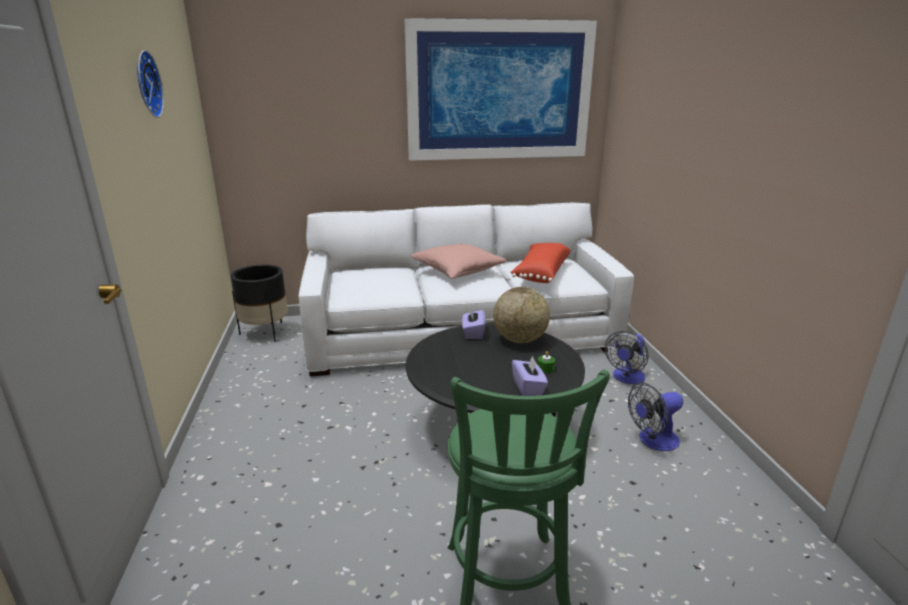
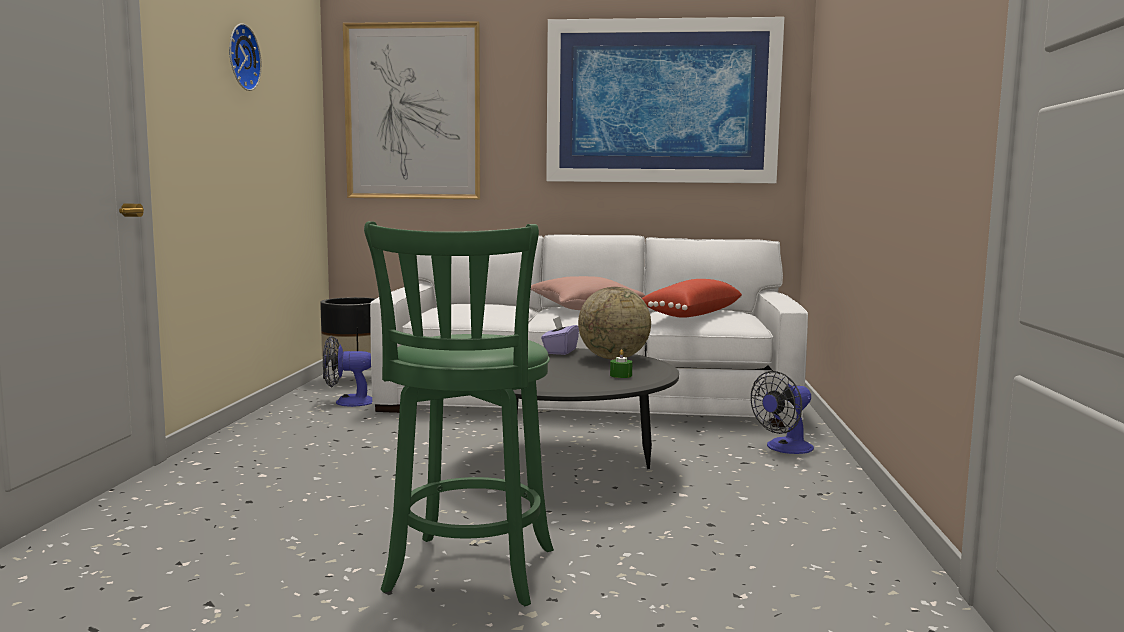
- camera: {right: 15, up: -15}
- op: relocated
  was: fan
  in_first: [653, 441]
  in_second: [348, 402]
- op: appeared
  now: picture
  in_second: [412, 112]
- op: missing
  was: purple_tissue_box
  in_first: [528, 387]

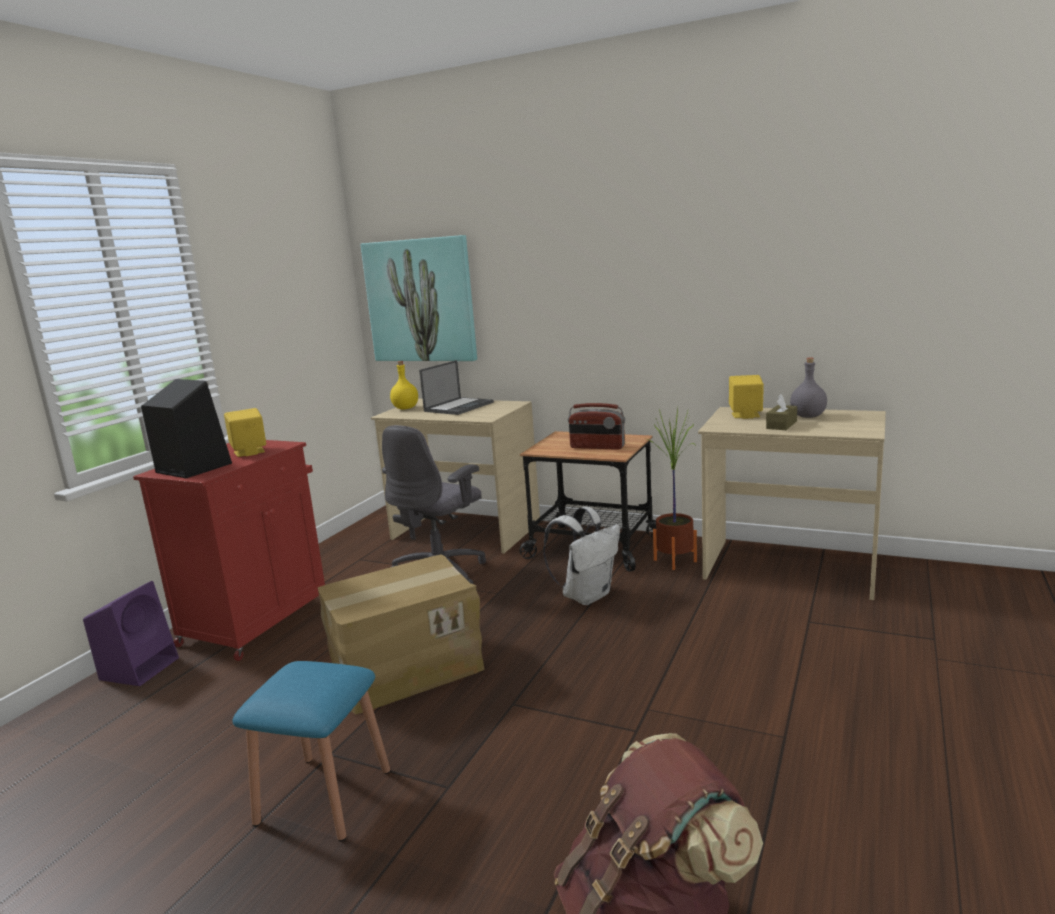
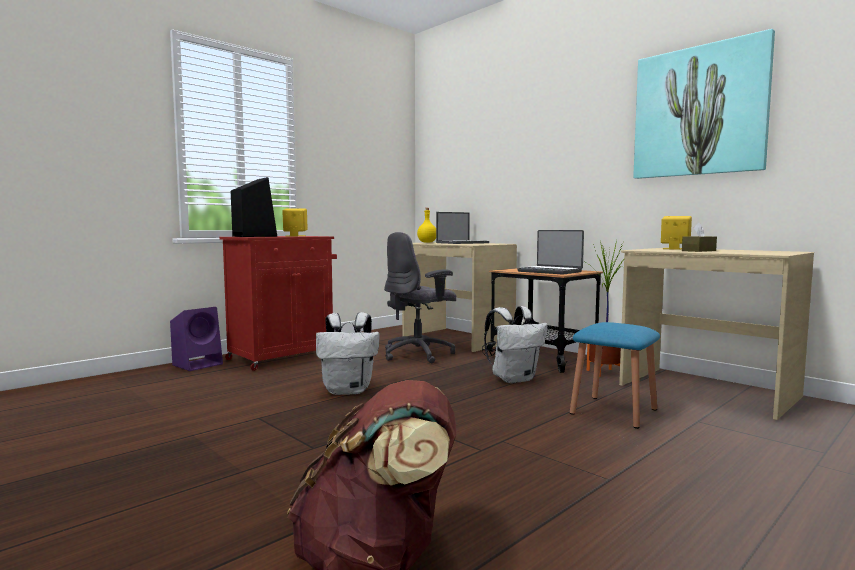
- camera: {right: 20, up: -10}
- op: exchanged
  was: cardboard_box
  now: white_backpack
  in_first: [406, 668]
  in_second: [348, 390]
- op: exchanged
  was: radio
  now: laptop
  in_first: [597, 447]
  in_second: [550, 271]
- op: relocated
  was: blue_stool
  in_first: [324, 796]
  in_second: [613, 411]
- op: relocated
  was: picture
  in_first: [420, 300]
  in_second: [699, 111]
- op: missing
  was: grey_bottle
  in_first: [808, 416]

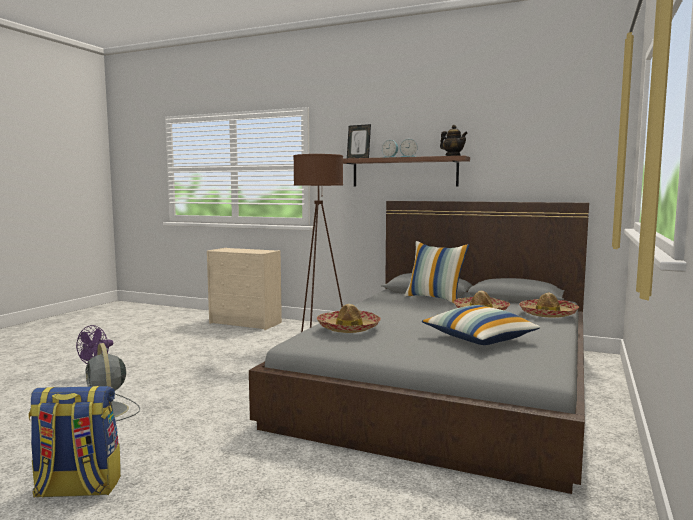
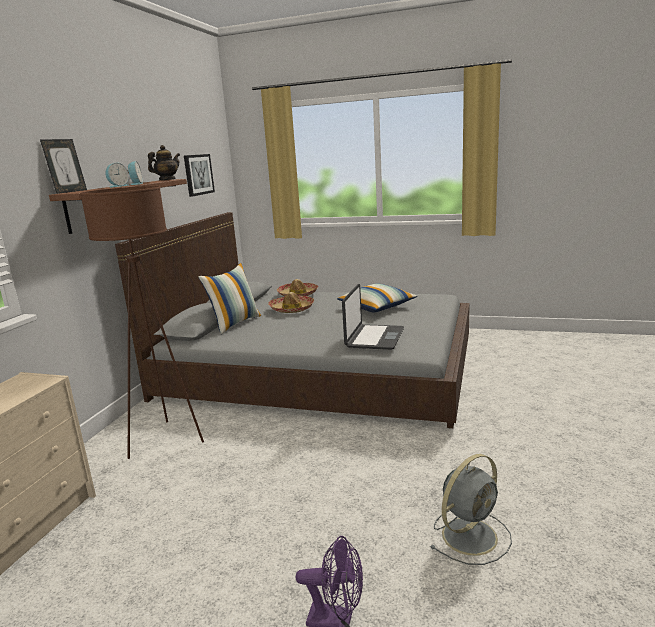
- camera: {right: -95, up: 10}
- op: appeared
  now: picture
  in_second: [198, 174]
- op: exchanged
  was: hat
  now: laptop
  in_first: [348, 328]
  in_second: [374, 338]
- op: missing
  was: backpack
  in_first: [77, 489]

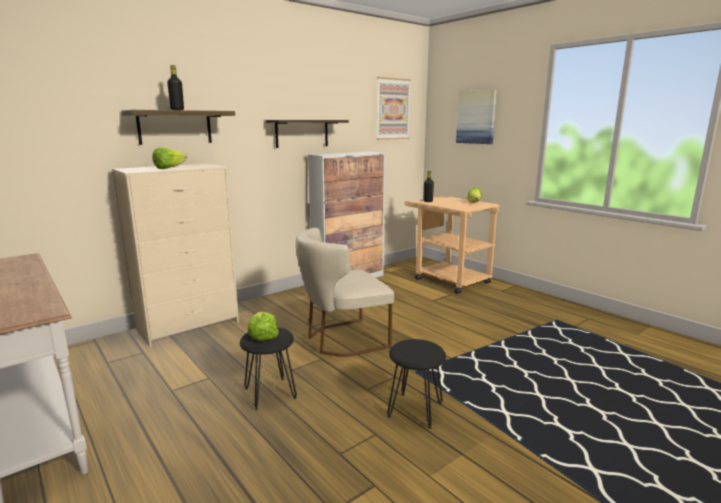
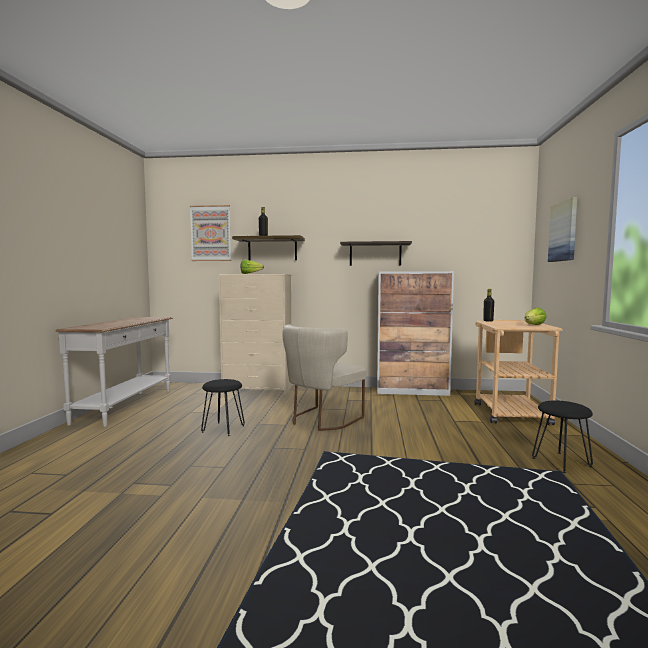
- camera: {right: 45, up: -10}
- op: relocated
  was: picture
  in_first: [393, 109]
  in_second: [211, 233]
- op: spun
  was: beige_chair
  in_first: [342, 340]
  in_second: [321, 420]
  clockwise: -75
- op: relocated
  was: black_stool
  in_first: [415, 410]
  in_second: [561, 462]
- op: missing
  was: lettuce
  in_first: [263, 336]

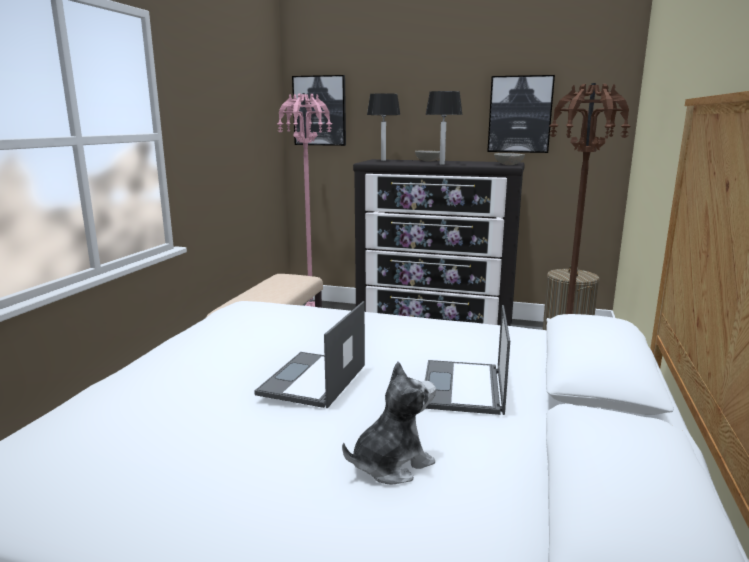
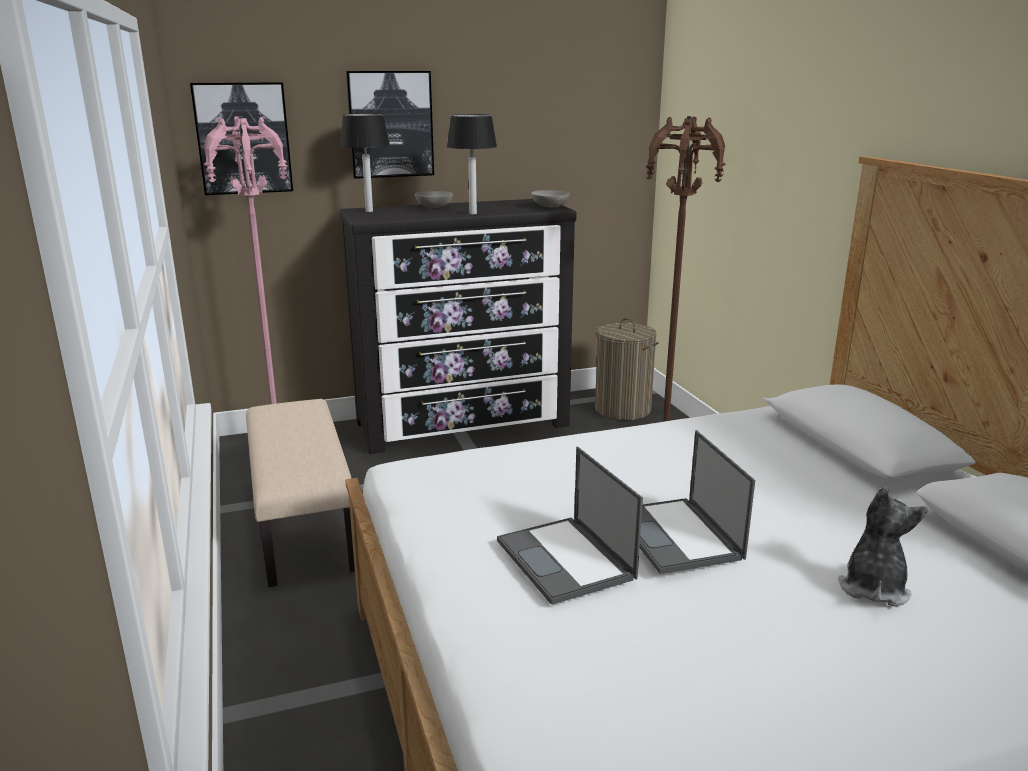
- camera: {right: -35, up: 5}
- op: relocated
  was: picture
  in_first: [520, 114]
  in_second: [390, 124]
- op: relocated
  was: laptop
  in_first: [463, 388]
  in_second: [566, 560]

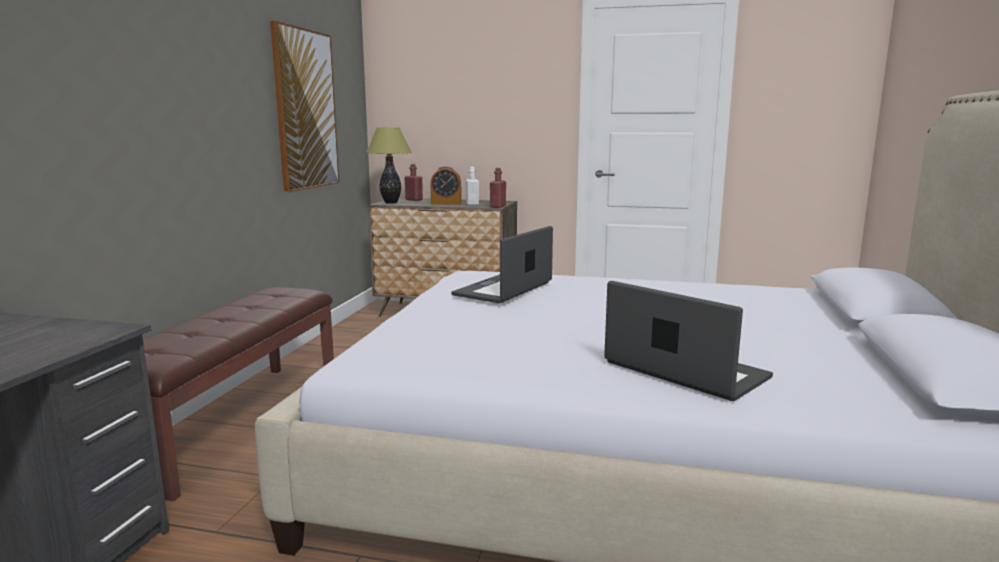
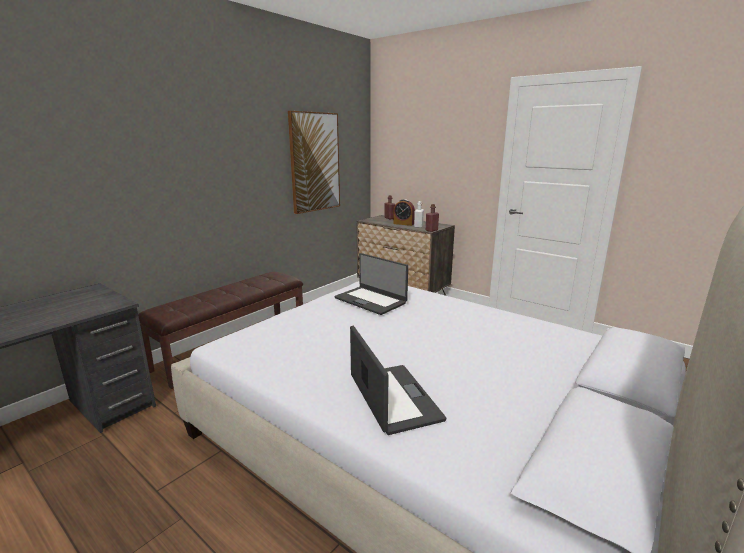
- camera: {right: 25, up: 5}
- op: spun
  was: laptop
  in_first: [504, 289]
  in_second: [371, 300]
  clockwise: -105
- op: missing
  was: table_lamp
  in_first: [391, 203]

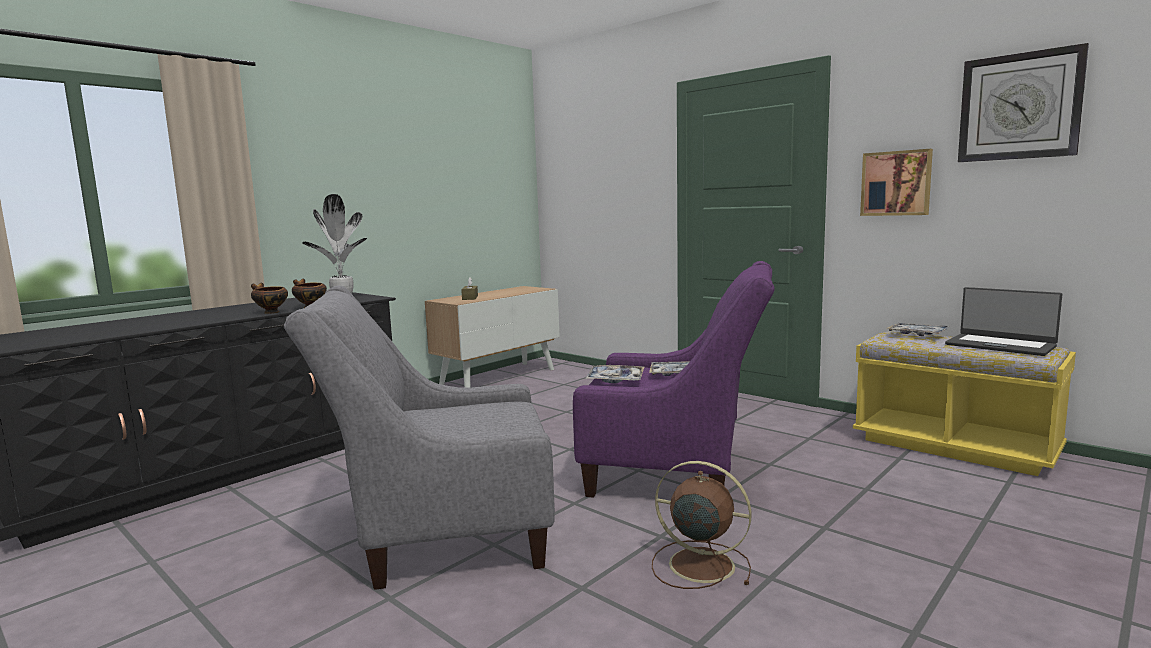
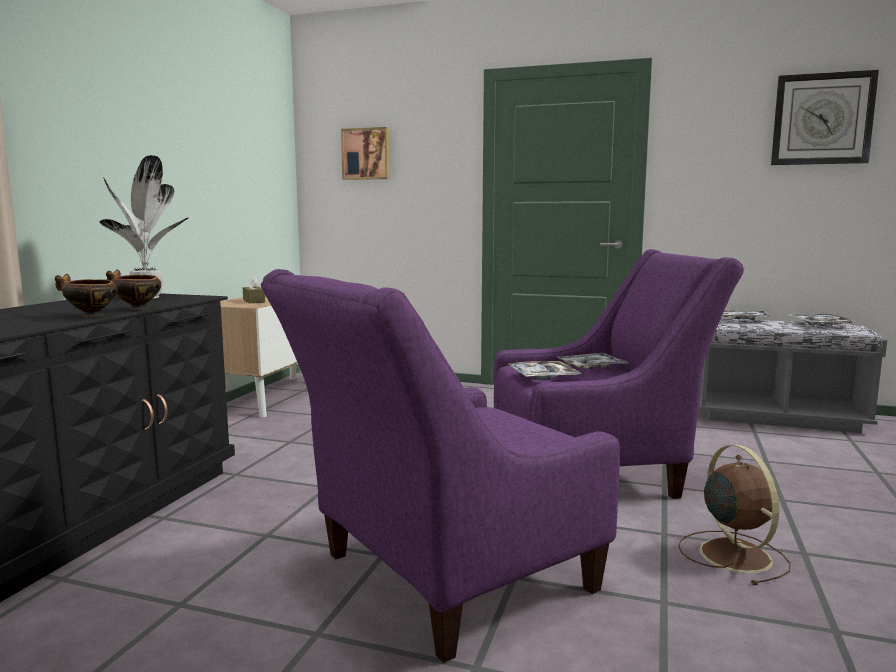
- camera: {right: -25, up: 0}
- op: colour
  was: grey_armchair
  now: purple_armchair
  in_first: [441, 534]
  in_second: [440, 578]
- op: relocated
  was: picture
  in_first: [896, 183]
  in_second: [366, 154]
- op: spun
  was: brown_fan
  in_first: [698, 564]
  in_second: [733, 554]
  clockwise: 75
- op: colour
  was: yellow_bench
  now: grey_bench
  in_first: [954, 446]
  in_second: [778, 417]
- op: exchanged
  was: laptop
  now: tray
  in_first: [1000, 345]
  in_second: [819, 324]

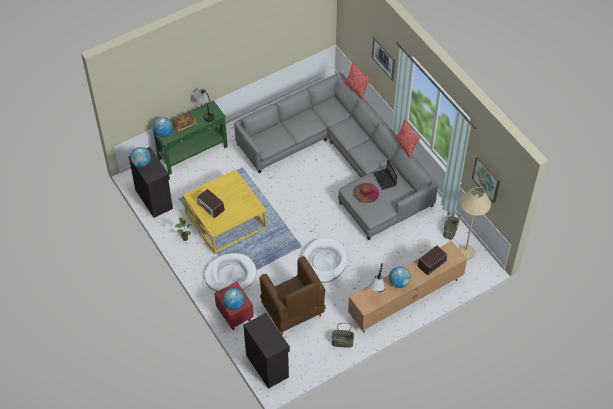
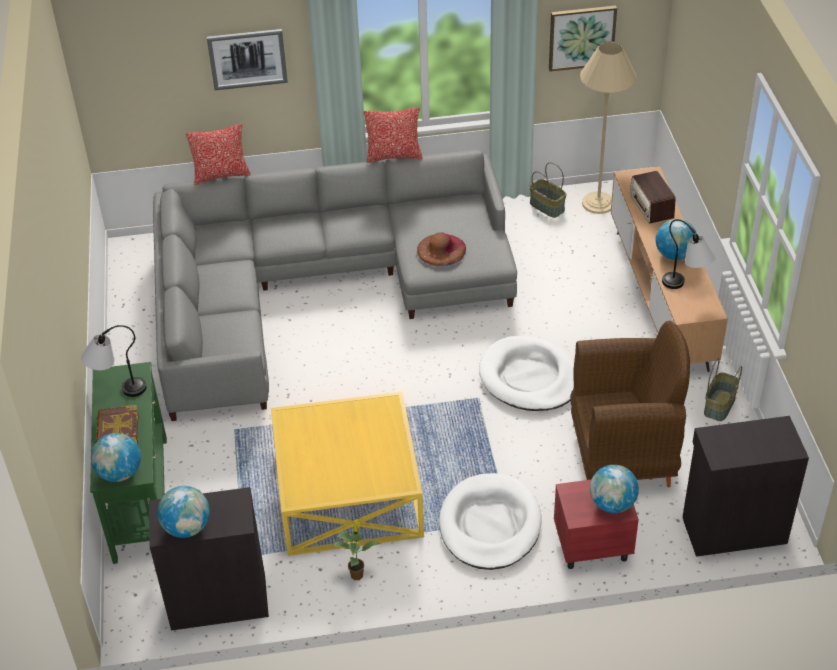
- camera: {right: -65, up: -10}
- op: missing
  was: radio
  in_first: [211, 207]
- op: missing
  was: laptop
  in_first: [385, 180]

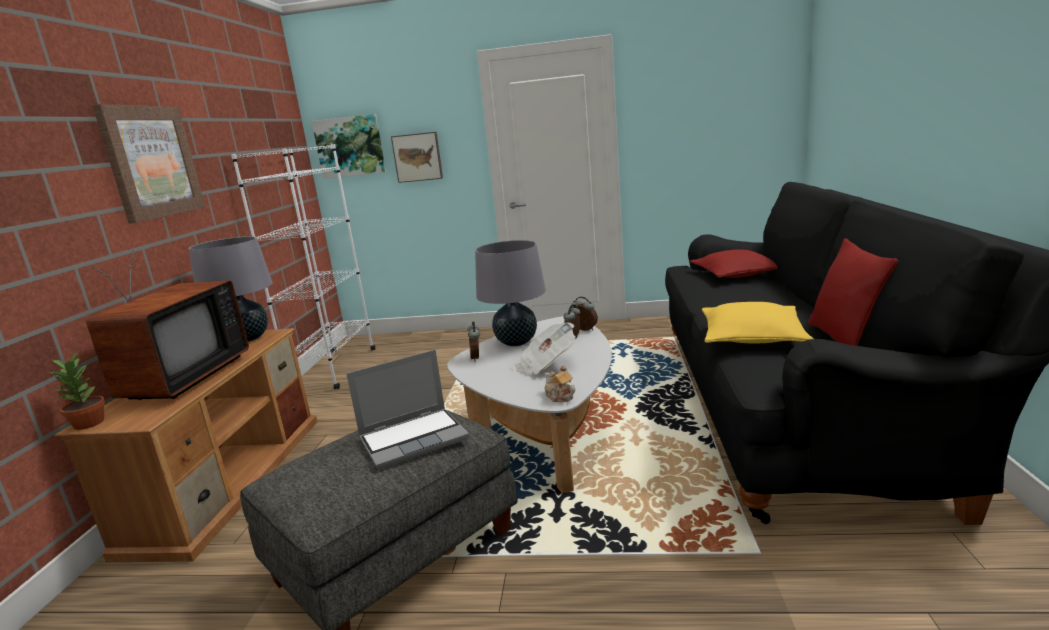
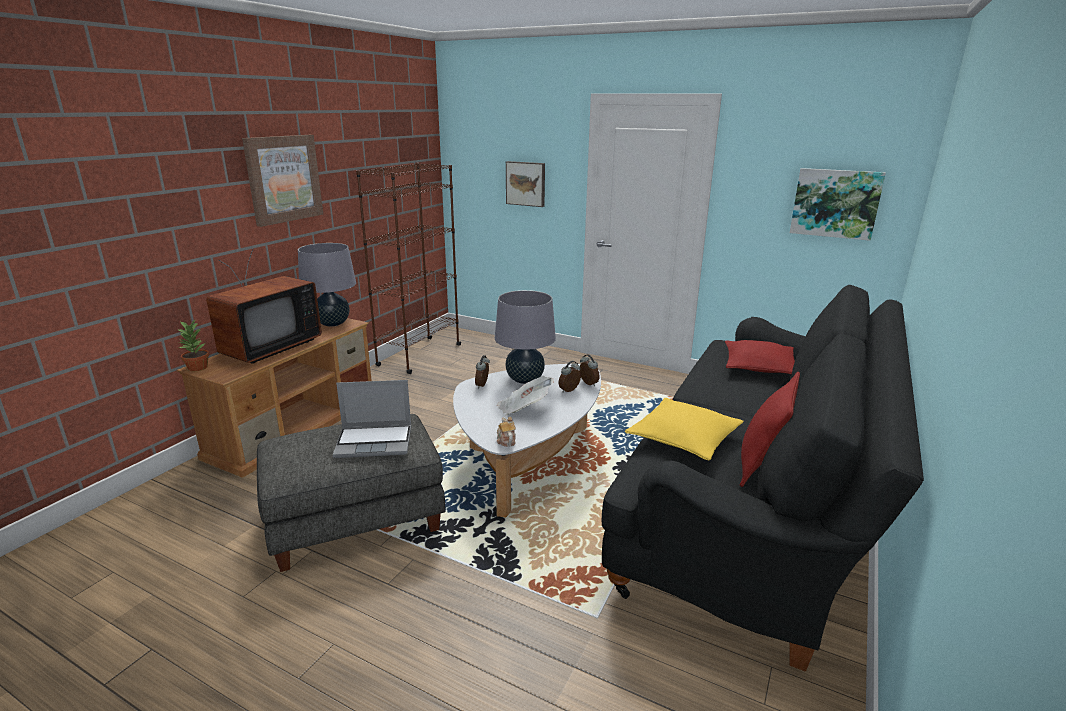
- camera: {right: 20, up: 5}
- op: colour
  was: white_bookcase
  now: brown_bookcase
  in_first: [335, 369]
  in_second: [419, 355]
- op: relocated
  was: picture
  in_first: [350, 146]
  in_second: [835, 203]

